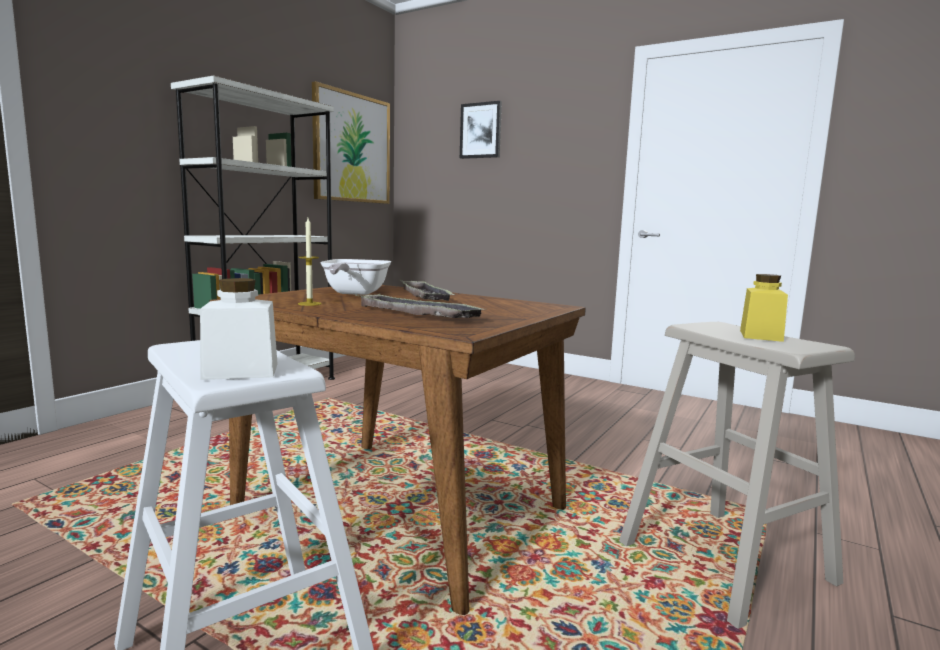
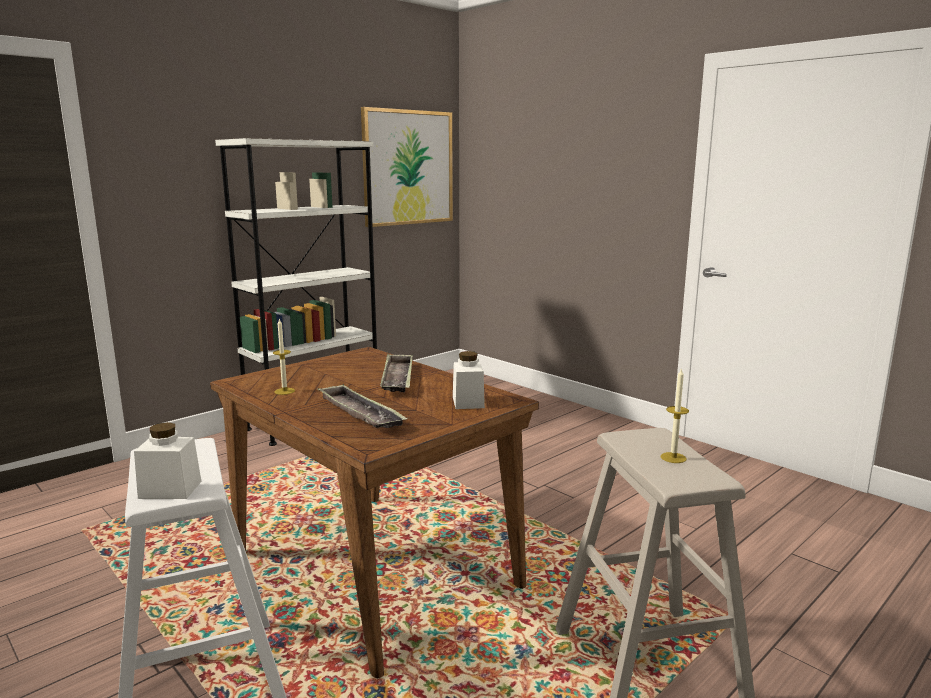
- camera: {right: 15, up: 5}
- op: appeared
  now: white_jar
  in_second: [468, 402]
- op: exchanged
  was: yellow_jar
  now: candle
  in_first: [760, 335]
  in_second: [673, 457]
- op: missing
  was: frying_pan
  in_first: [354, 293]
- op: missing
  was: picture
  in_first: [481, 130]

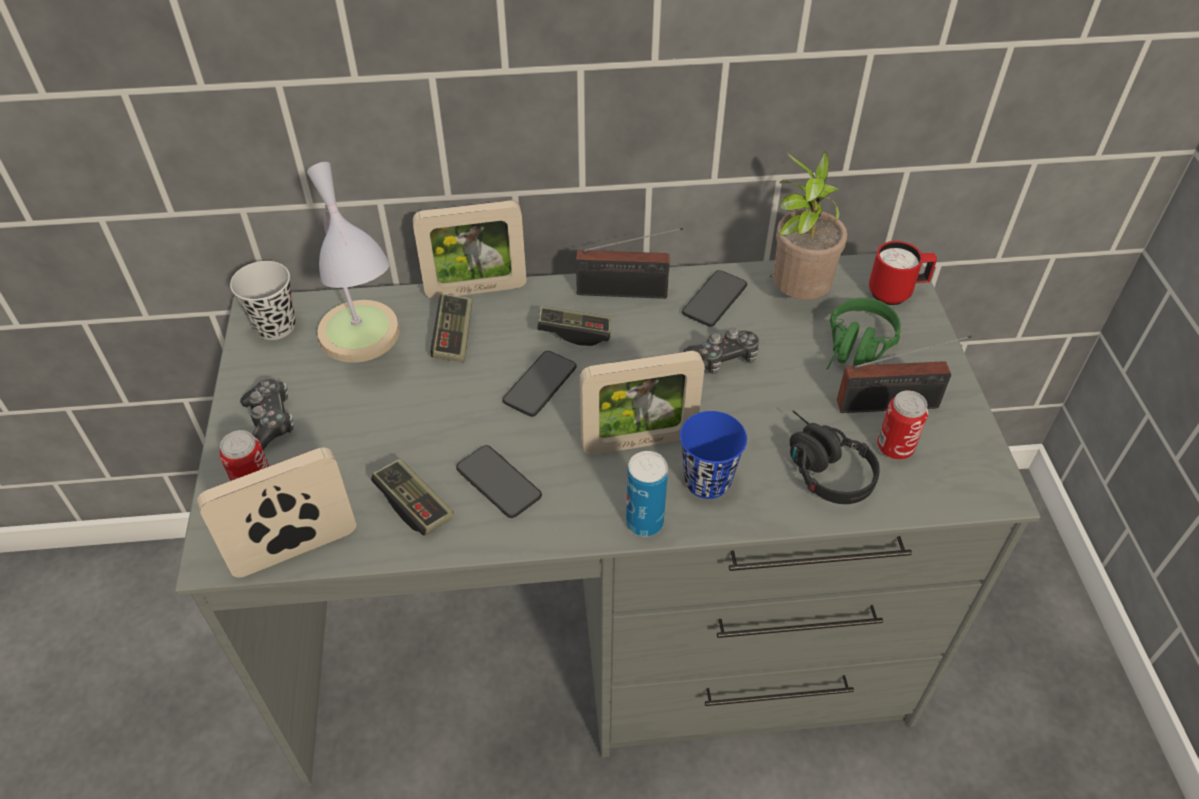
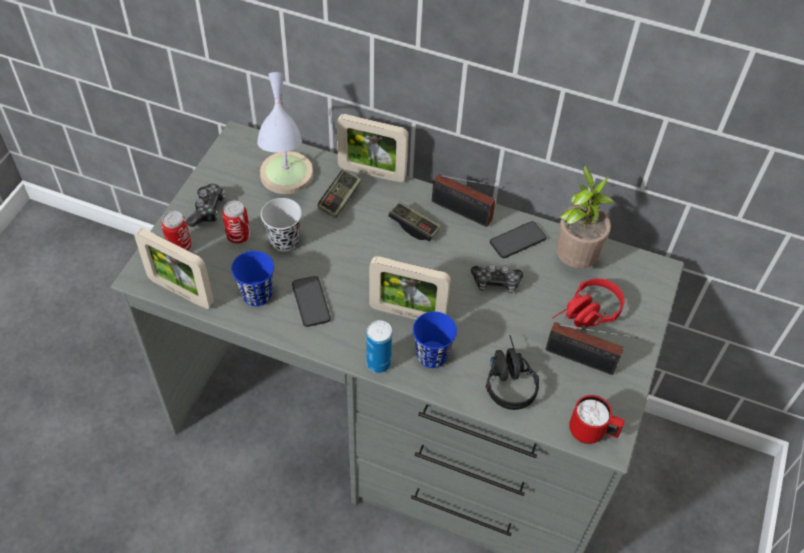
- camera: {right: 25, up: 5}
- op: spun
  was: picture_frame
  in_first: [295, 550]
  in_second: [181, 292]
  clockwise: -150
- op: relocated
  was: can
  in_first: [895, 448]
  in_second: [238, 236]
- op: exchanged
  was: game_controller
  now: blue_cup
  in_first: [414, 505]
  in_second: [257, 294]
- op: relocated
  was: black_cup
  in_first: [275, 326]
  in_second: [284, 241]
- op: colour
  was: green_headphones
  now: red_headphones
  in_first: [855, 351]
  in_second: [586, 314]
- op: relocated
  was: red_mug
  in_first: [896, 293]
  in_second: [592, 433]
- op: missing
  was: phone
  in_first: [540, 384]

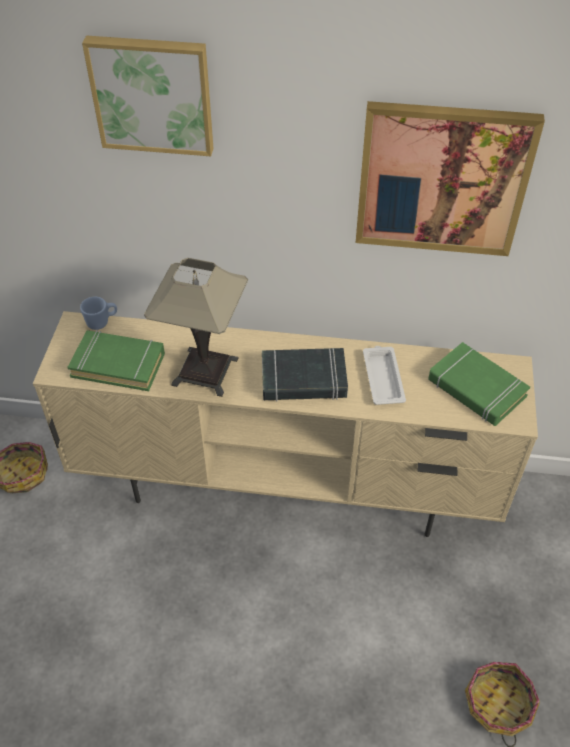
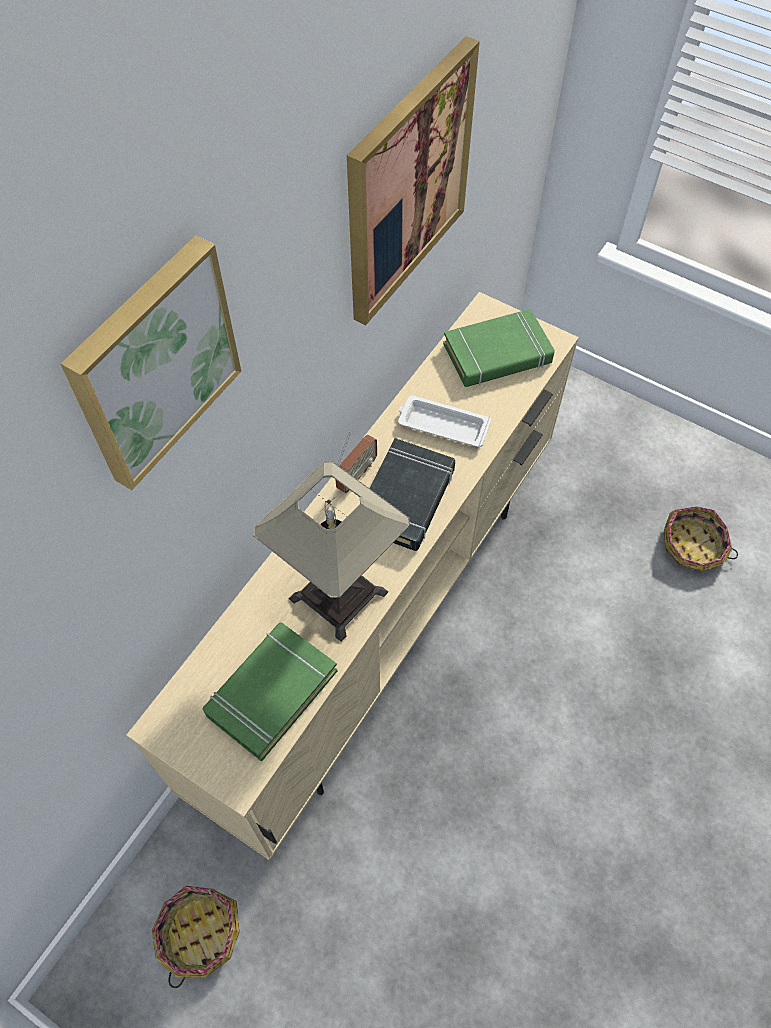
- camera: {right: -65, up: 10}
- op: appeared
  now: radio
  in_second: [356, 475]
- op: missing
  was: blue_mug
  in_first: [102, 322]

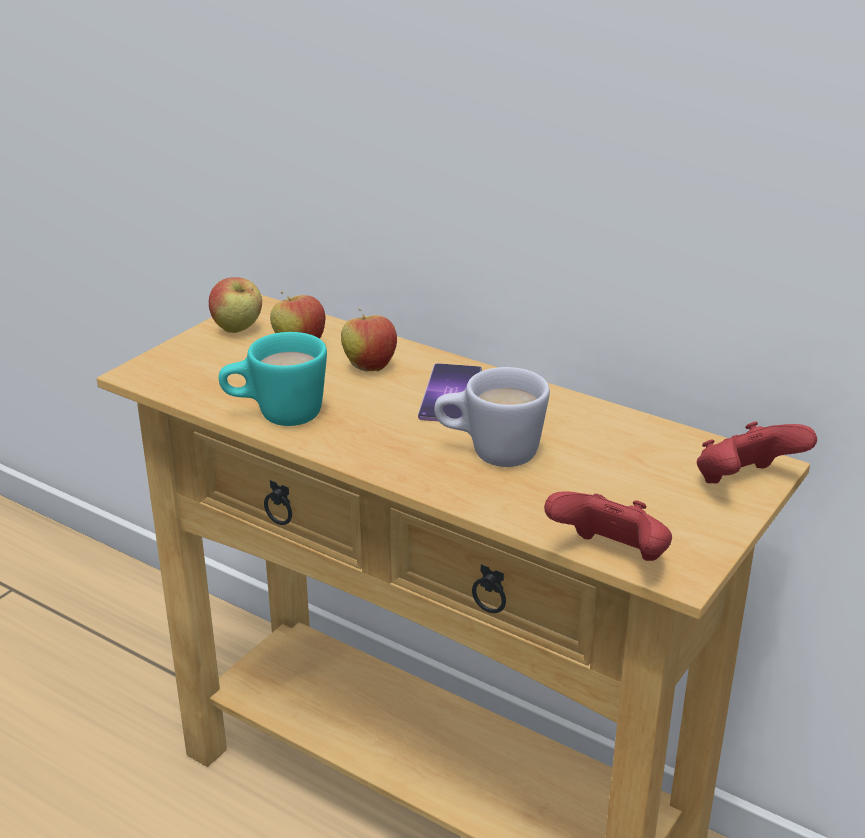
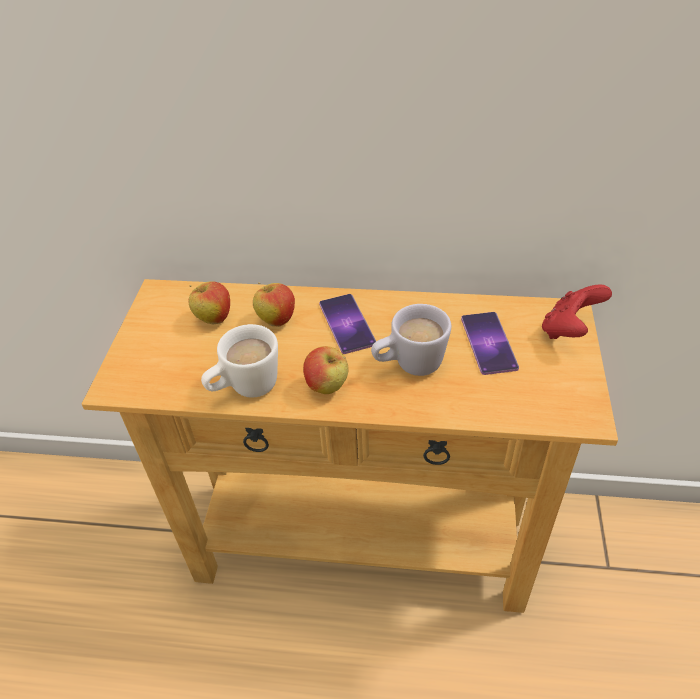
- camera: {right: -25, up: 15}
- op: colour
  was: turquoise_mug
  now: white_mug
  in_first: [276, 415]
  in_second: [245, 388]
- op: relocated
  was: apple
  in_first: [238, 330]
  in_second: [327, 387]
- op: appeared
  now: phone
  in_second: [488, 343]
- op: missing
  was: red_game_controller
  in_first: [611, 558]

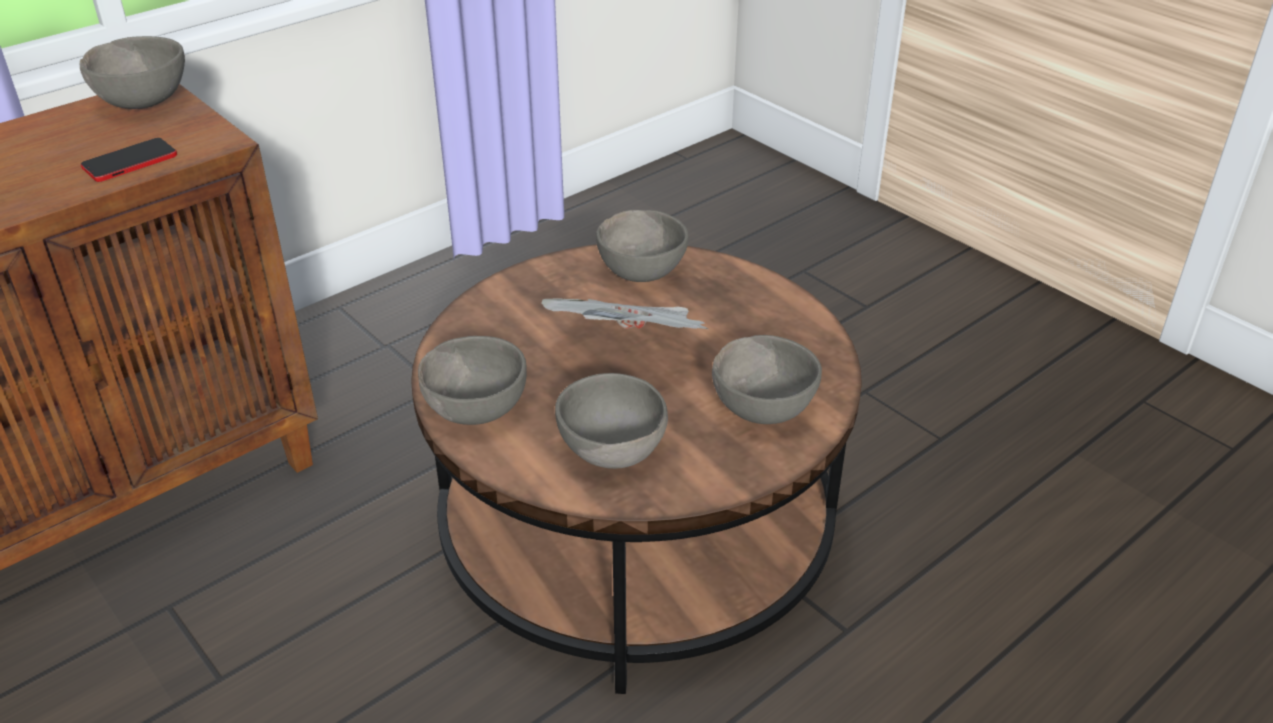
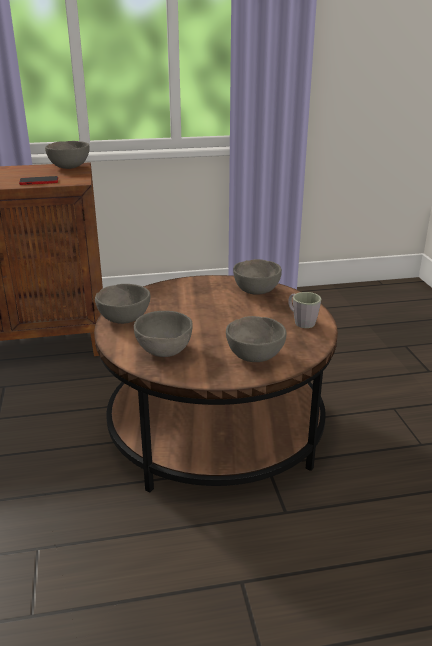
- camera: {right: 30, up: -10}
- op: appeared
  now: grey_mug
  in_second: [301, 321]
- op: missing
  was: newspaper
  in_first: [631, 348]

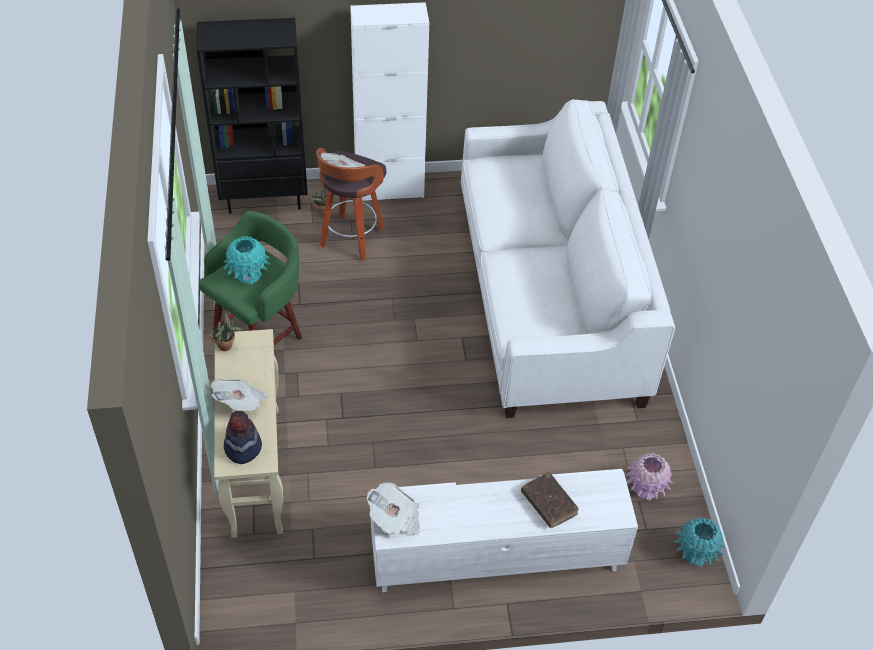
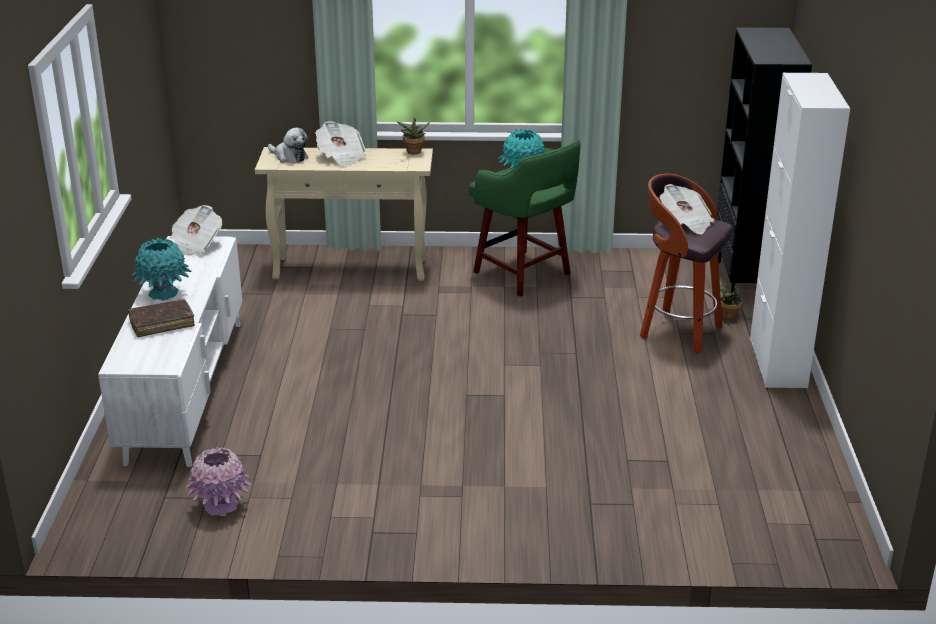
- camera: {right: 100, up: -20}
- op: relocated
  was: turquoise_vase
  in_first: [695, 554]
  in_second: [164, 293]
- op: exchanged
  was: hat
  now: plush_toy
  in_first: [242, 447]
  in_second: [289, 157]
- op: missing
  was: white_sofa
  in_first: [548, 296]

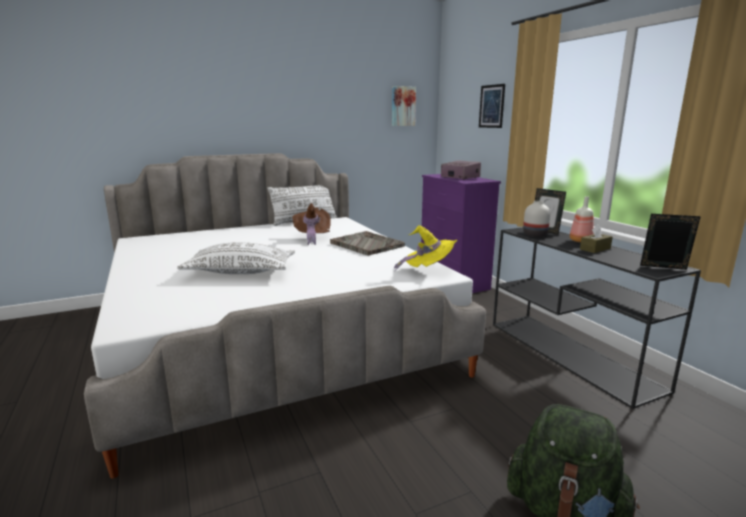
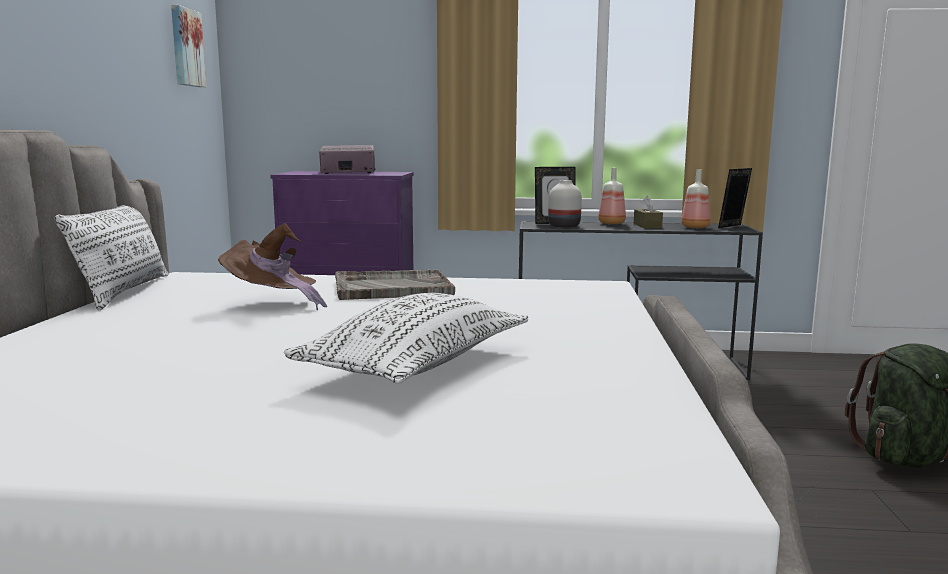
- camera: {right: -60, up: -5}
- op: appeared
  now: bottle
  in_second: [694, 227]
- op: missing
  was: yellow_hat
  in_first: [428, 271]
- op: missing
  was: picture
  in_first: [491, 106]

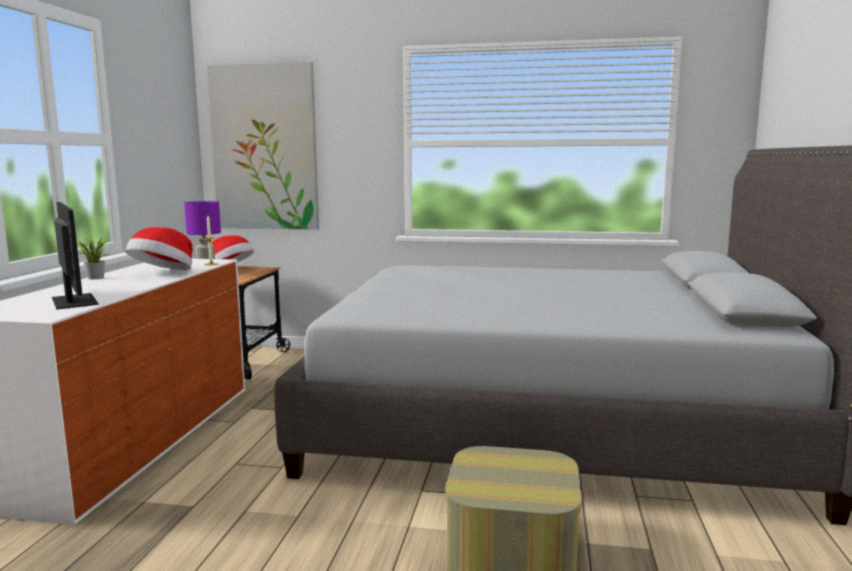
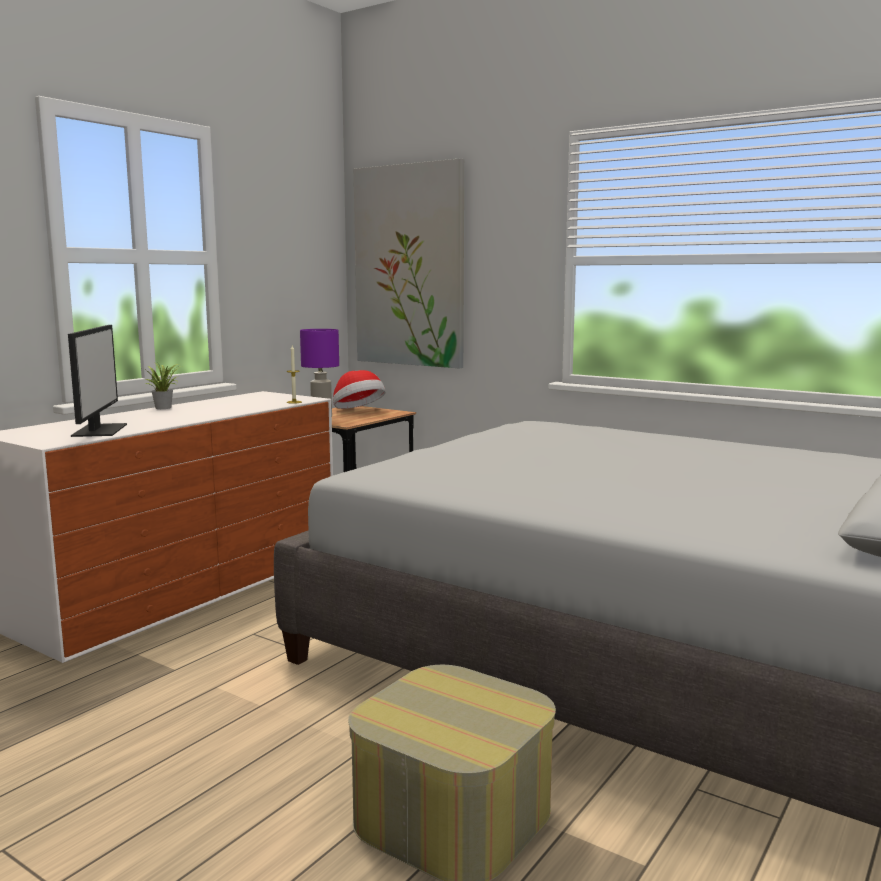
- camera: {right: 25, up: 0}
- op: missing
  was: hat
  in_first: [163, 273]

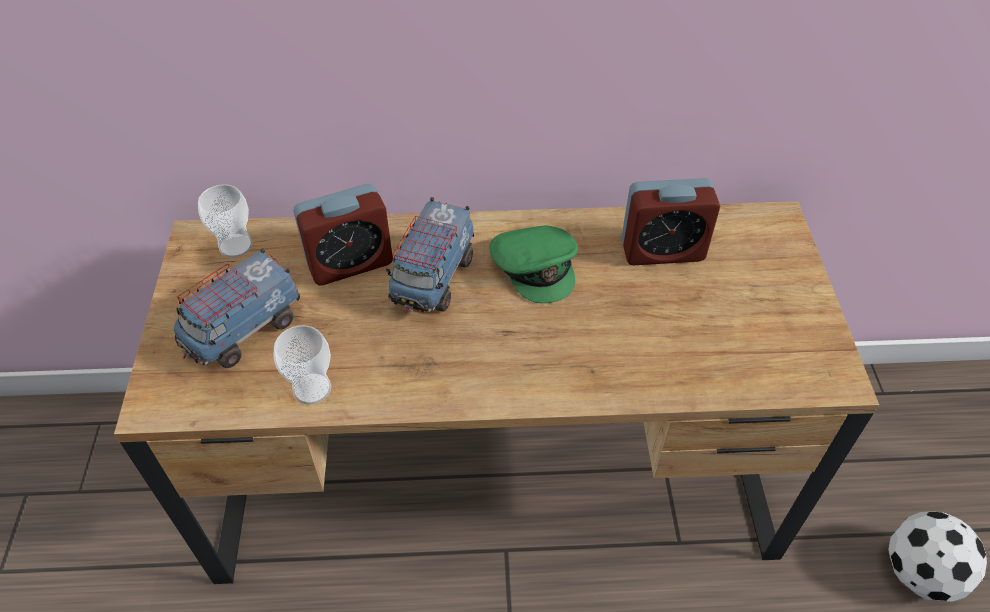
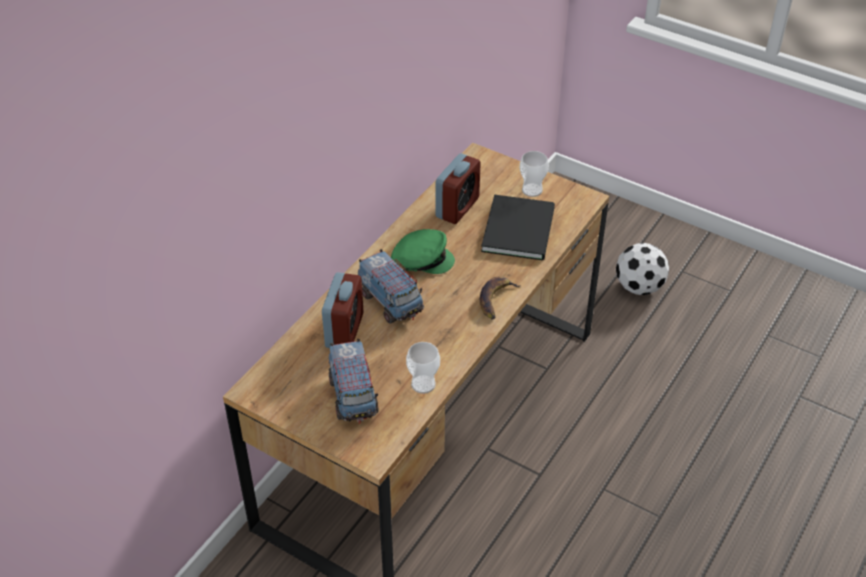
- camera: {right: -55, up: -5}
- op: appeared
  now: banana
  in_second: [495, 299]
- op: appeared
  now: black_book
  in_second: [520, 228]
- op: relocated
  was: cup
  in_first: [235, 246]
  in_second: [532, 190]

